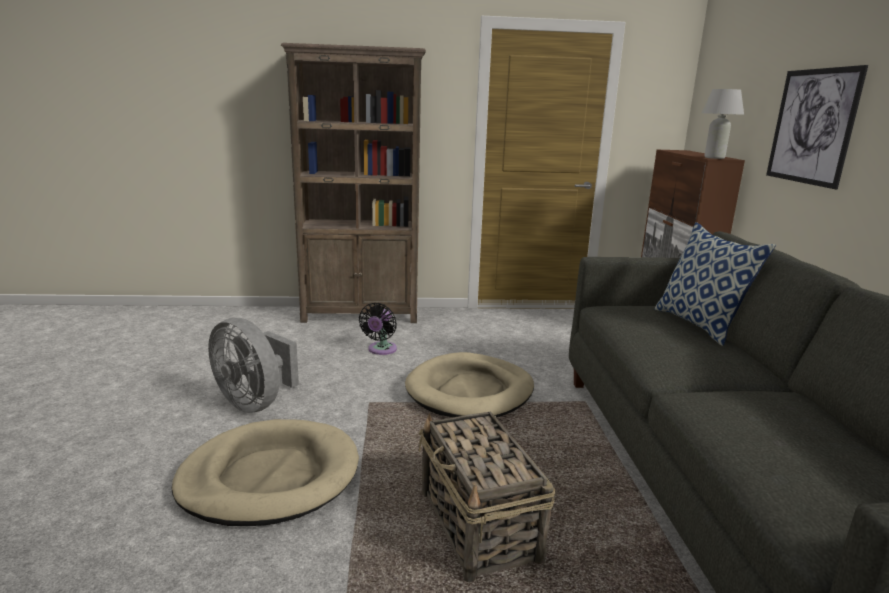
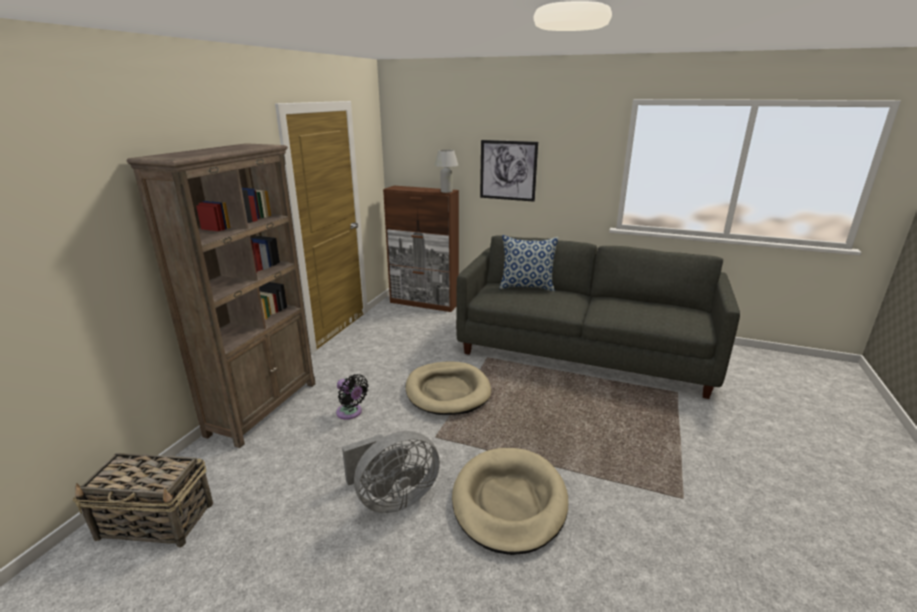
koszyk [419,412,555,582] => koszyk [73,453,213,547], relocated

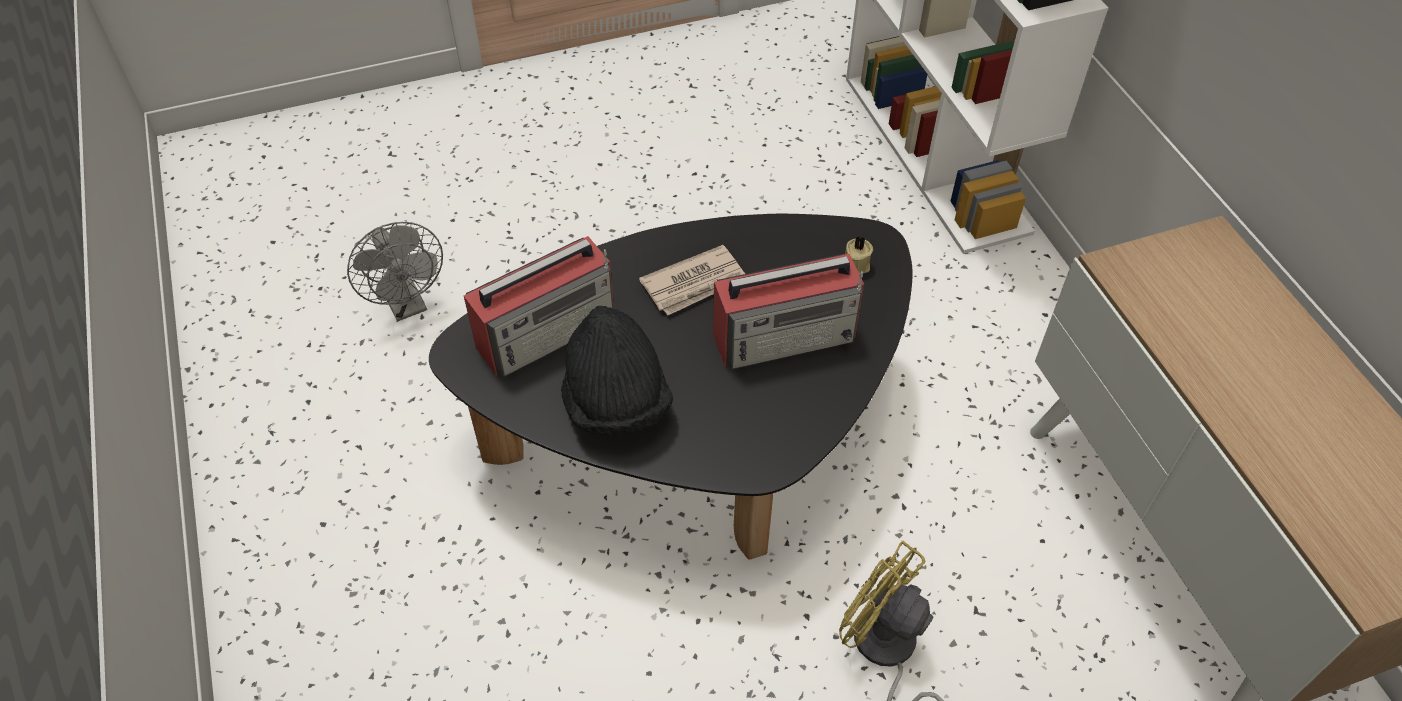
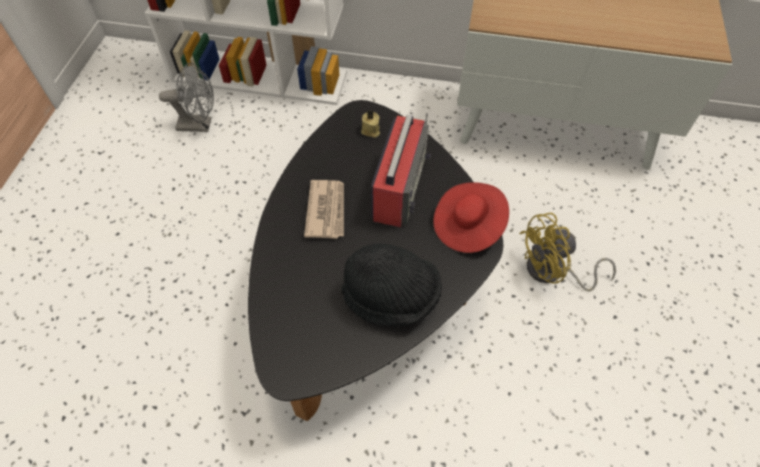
wentylator/szary [347,222,443,321] => wentylator/szary [159,63,214,132], relocated
nothing => kapelusz/czerwony [433,182,509,253]
radio [464,236,614,377] => nothing

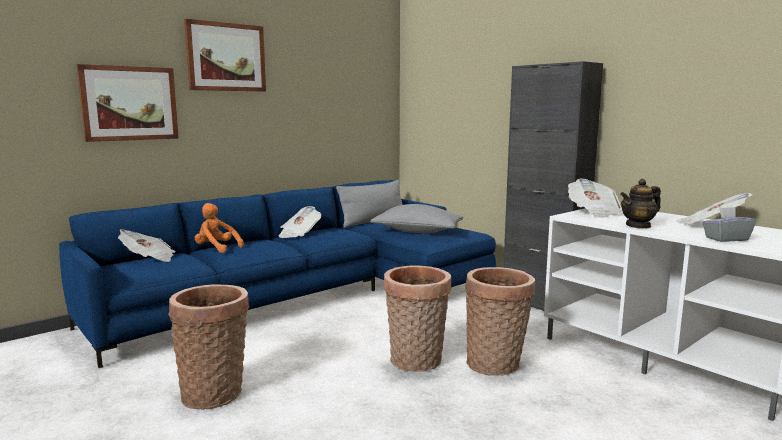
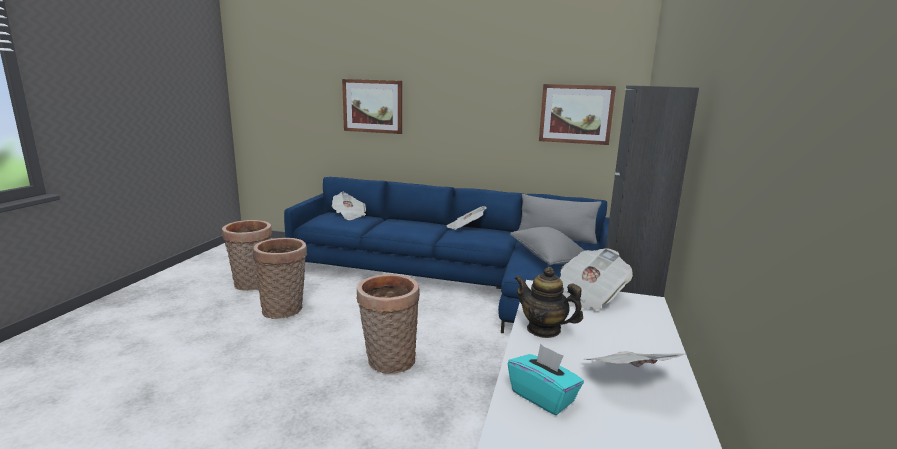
koszyk [465,267,535,376] => koszyk [222,220,272,291], relocated
pudełko chusteczek/szary [702,207,756,242] => pudełko chusteczek/turkusowy [508,344,584,415]
obraz [184,19,266,92] => obraz [539,84,616,145], relocated
pluszak/pomarańczowy [195,203,244,253] => nothing

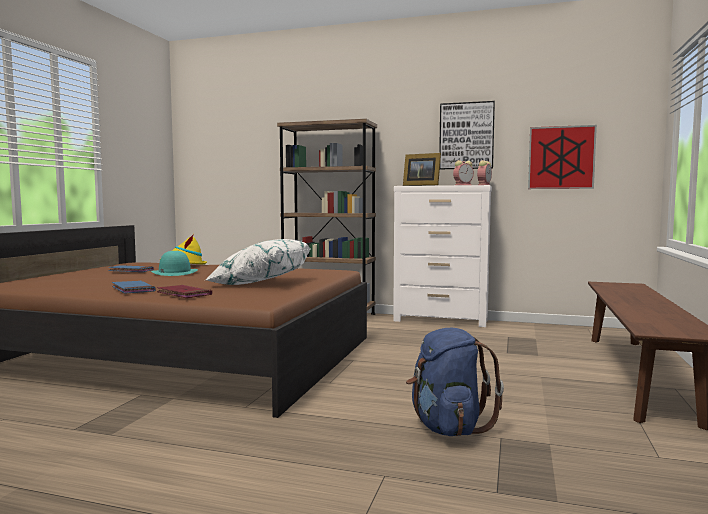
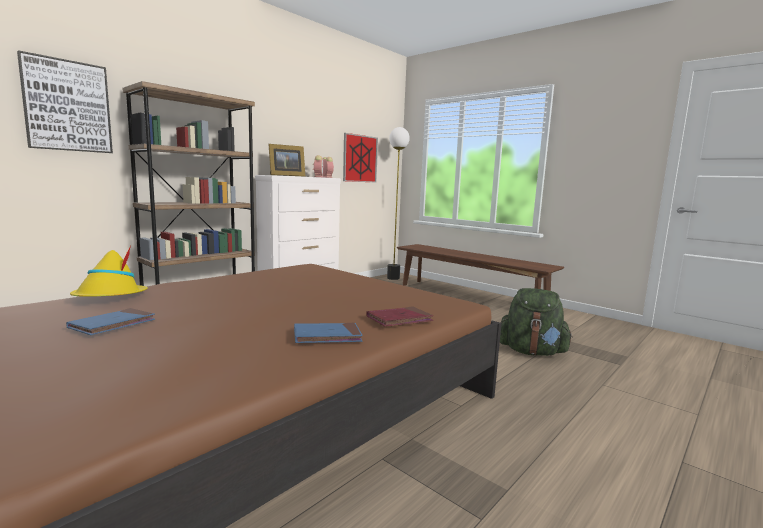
obraz [439,101,495,169] => obraz [17,50,113,153], relocated
nothing => lampa stojąca [387,127,410,280]
plecak/niebieski [406,328,504,436] => plecak/zielony [500,288,573,356]
kapelusz/turkusowy [151,251,198,276] => nothing
poduszka/biały [206,239,310,285] => nothing

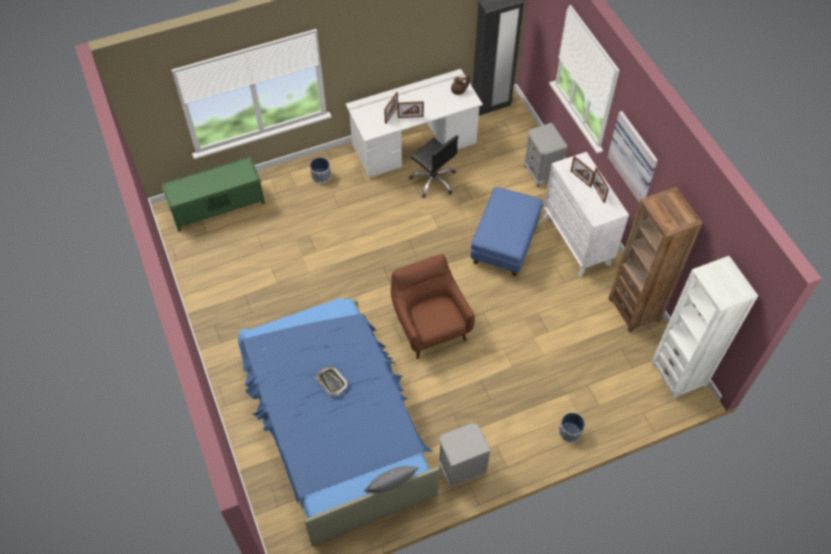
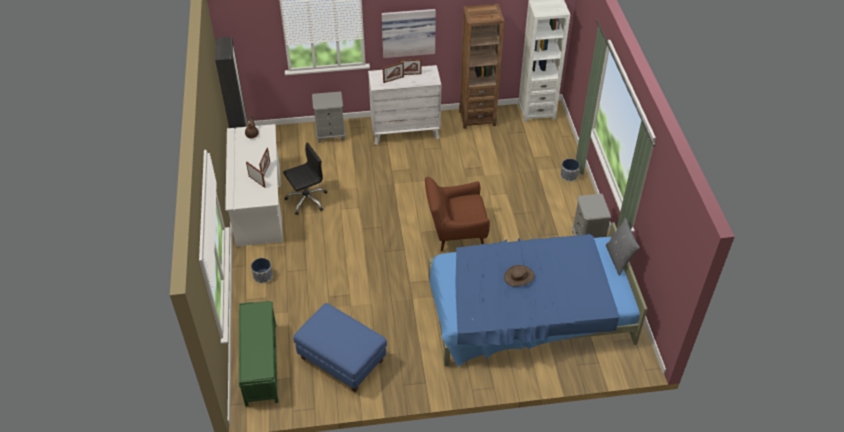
pufa/niebieski [471,187,543,276] => pufa/niebieski [293,303,387,392], relocated
taca [315,366,349,396] => kapelusz/brązowy [504,265,535,286]

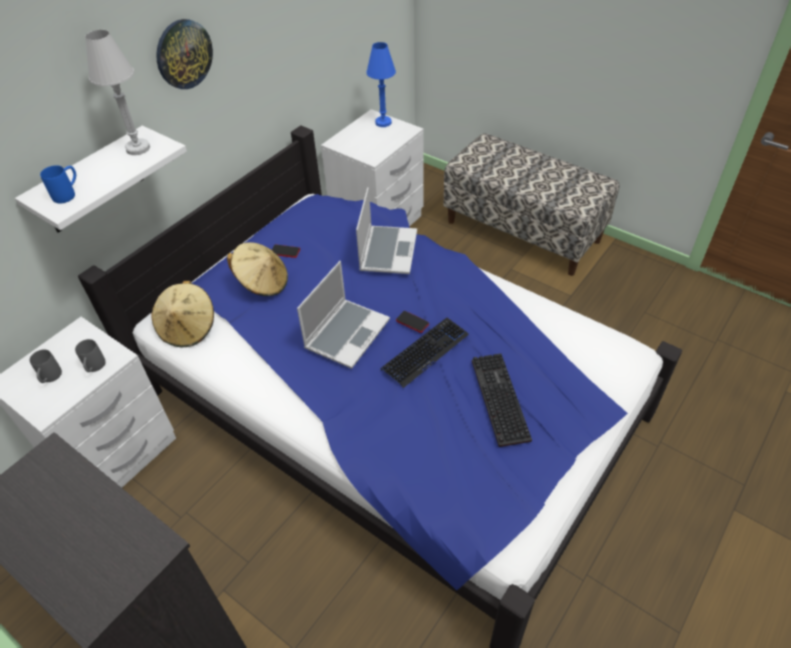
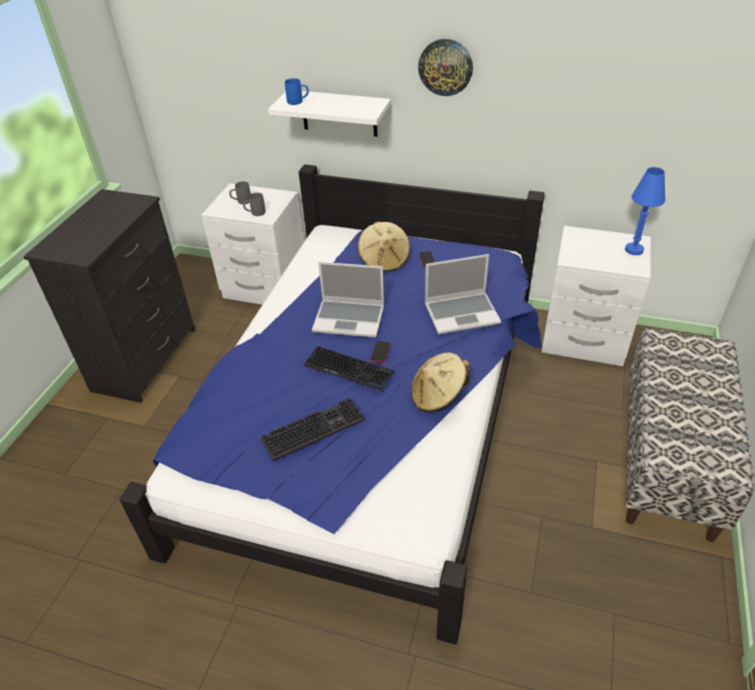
kapelusz/beżowy [151,281,214,347] => kapelusz/beżowy [411,353,470,412], relocated
lampa stołowa/biały [85,30,150,155] => nothing

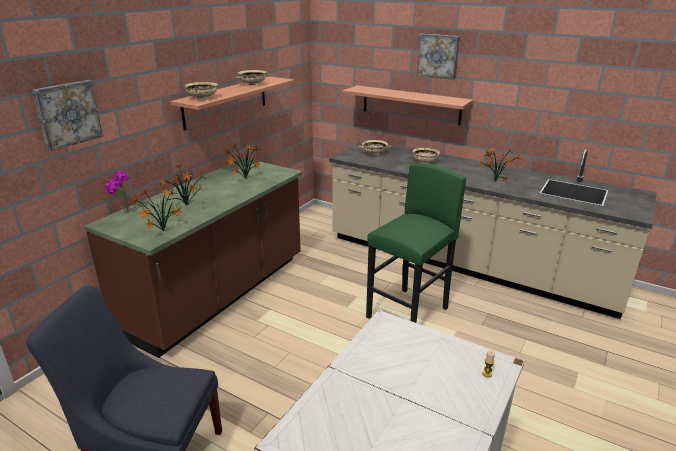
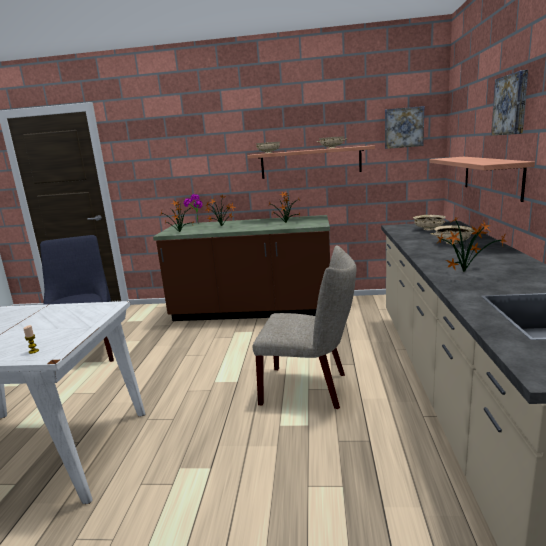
stołek/zielony [366,163,466,323] => krzesło/beżowy [253,246,356,409]
obraz [32,80,103,151] => obraz [385,106,424,149], relocated

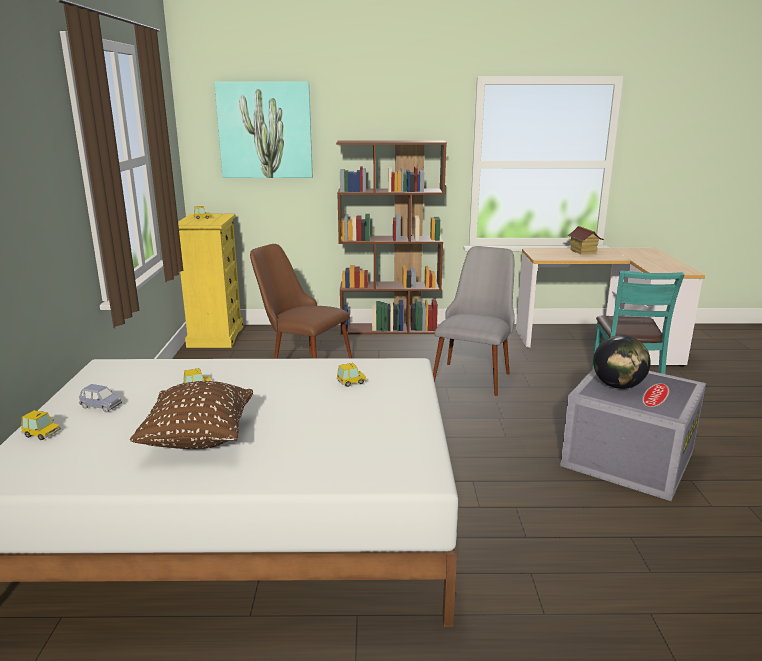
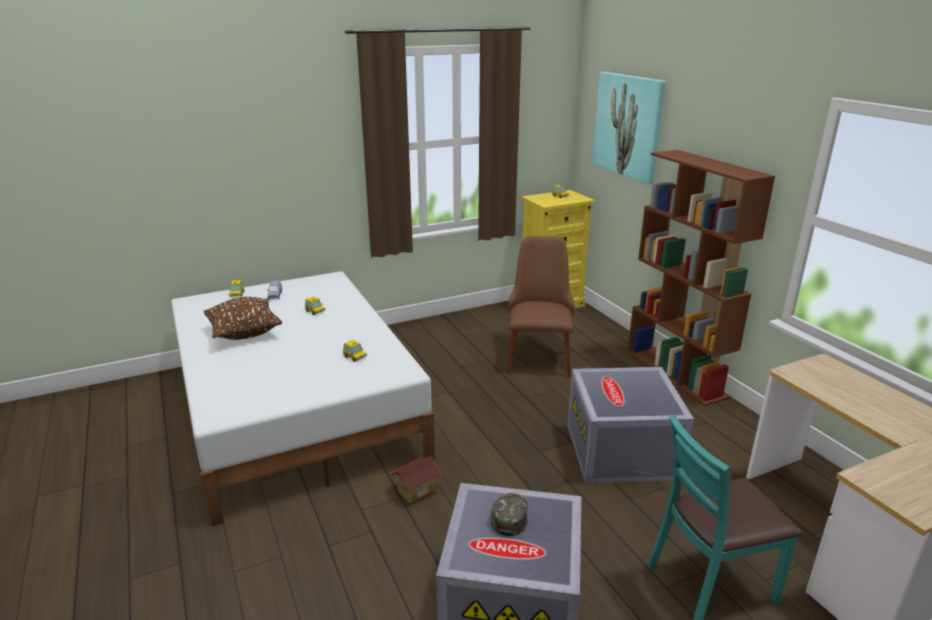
domek [567,226,604,255] => domek [389,456,443,503], relocated
globus [593,335,651,389] => czapka z daszkiem/zielony [491,493,528,536]
krzesło/szary [433,246,515,396] => pojemnik do przechowywania/szary [568,367,694,484]

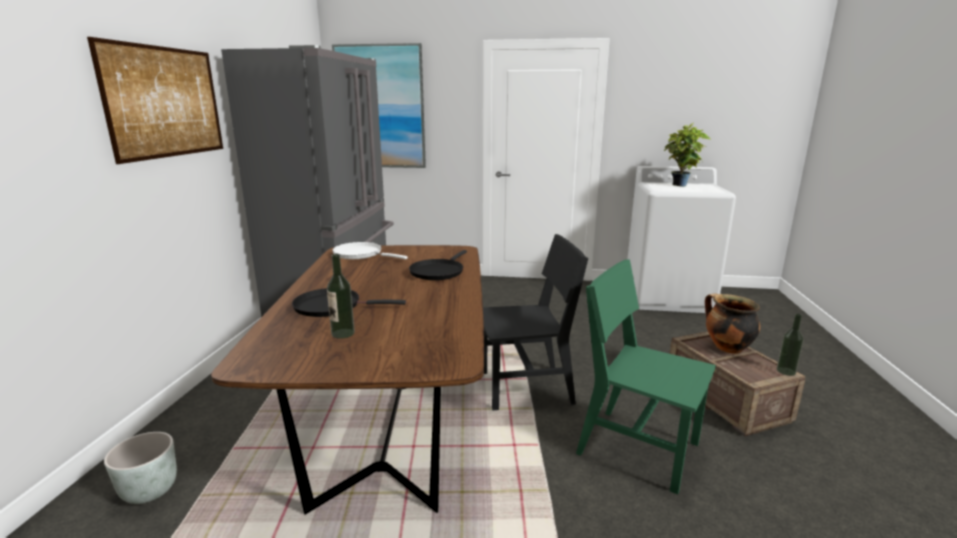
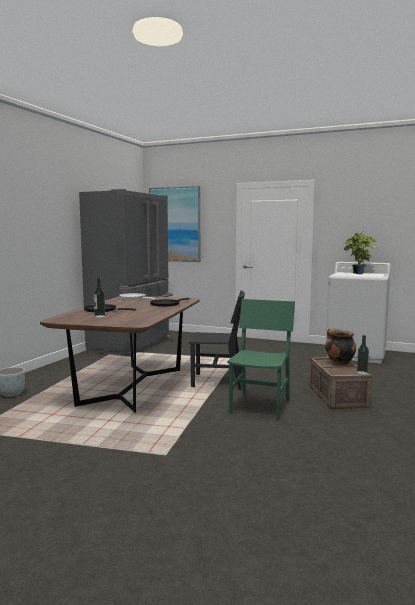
krzesło/zielony [576,259,716,495] => krzesło/zielony [227,299,295,421], 60 degrees clockwise
obraz [87,37,223,164] => nothing

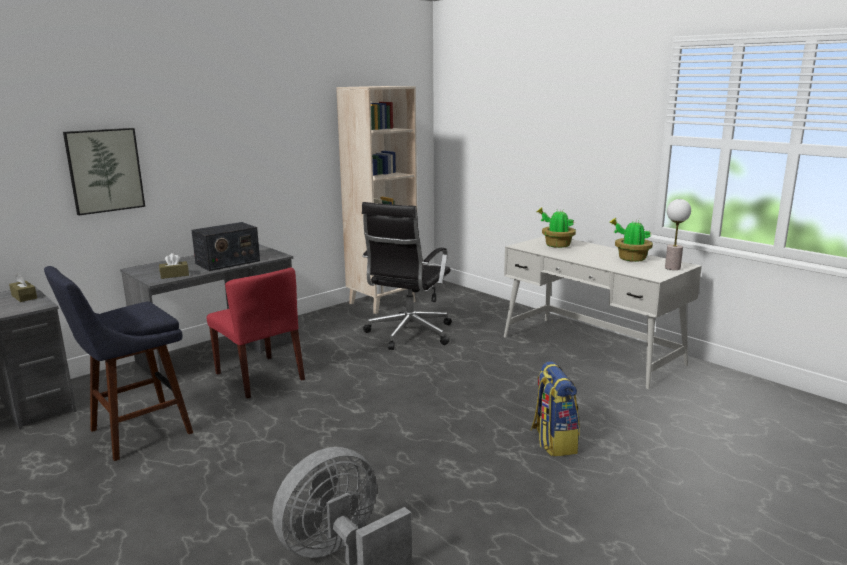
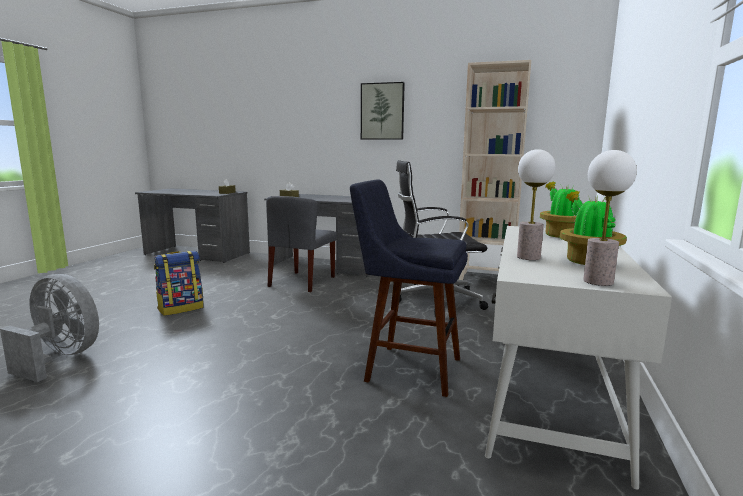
plecak [531,361,580,456] => plecak [154,251,204,316], relocated
krzesło/czerwony [207,268,305,399] => krzesło/szary [266,196,337,292]
stołek/niebieski [44,266,193,461] => stołek/niebieski [350,179,468,397], relocated
obraz [63,128,145,215] => obraz [361,82,405,140], relocated
nothing => lampa stołowa [517,149,555,260]
radio [191,222,260,271] => nothing

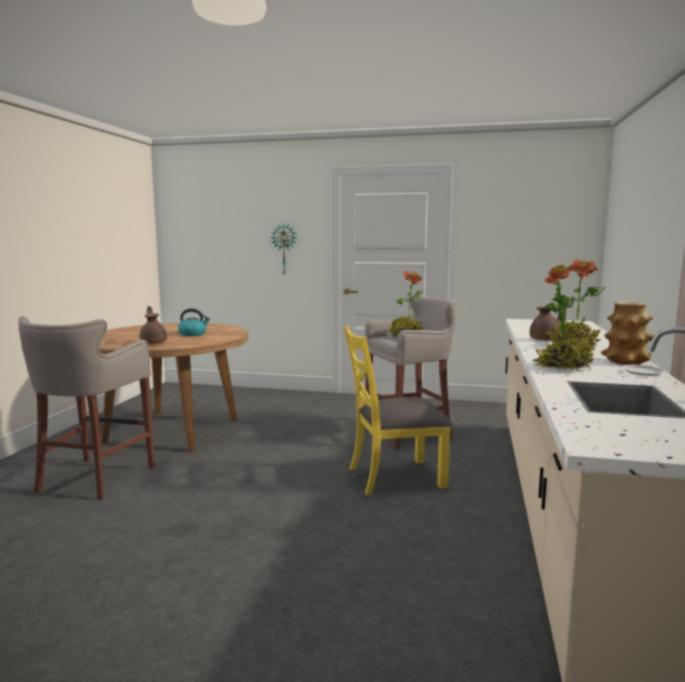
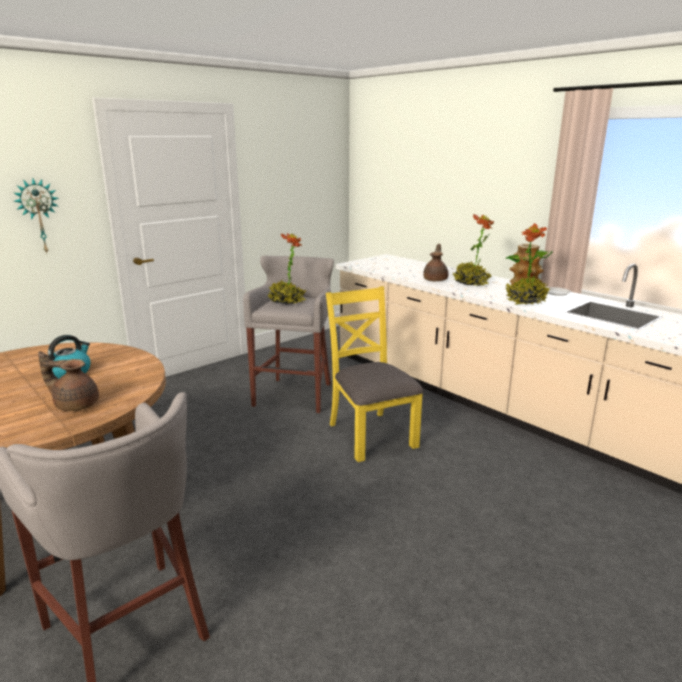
krzesło/żółty [344,326,452,495] => krzesło/żółty [326,286,424,462], 135 degrees clockwise

